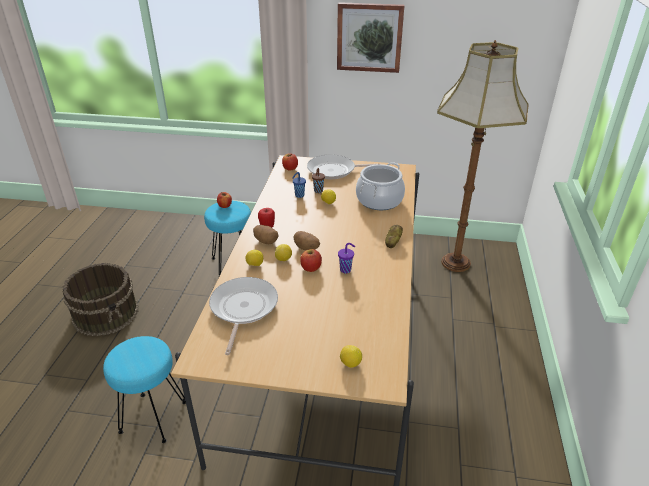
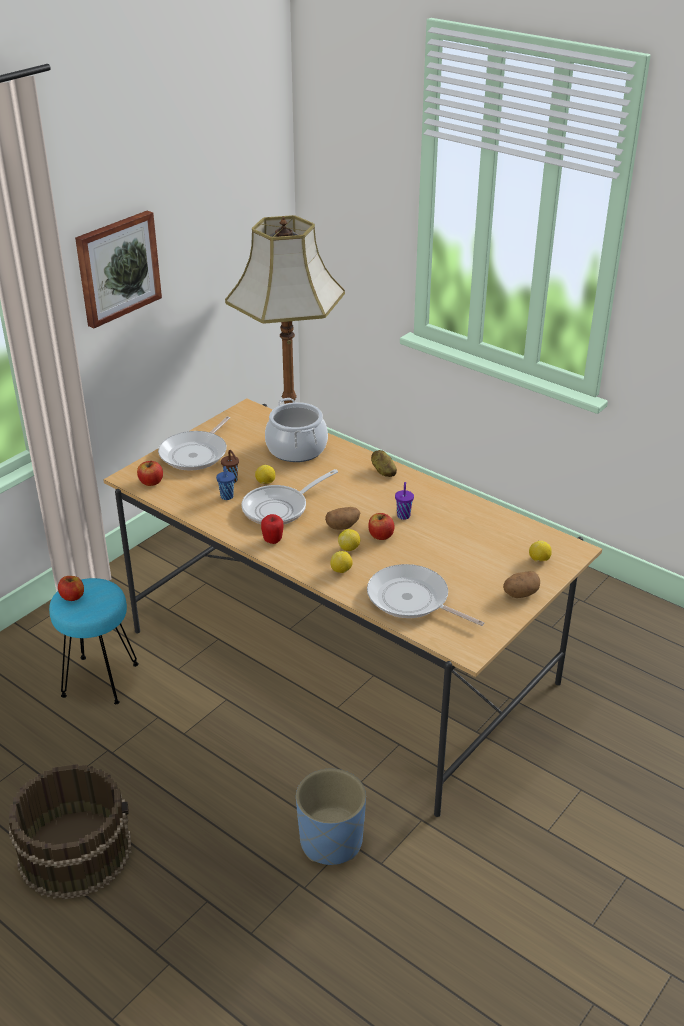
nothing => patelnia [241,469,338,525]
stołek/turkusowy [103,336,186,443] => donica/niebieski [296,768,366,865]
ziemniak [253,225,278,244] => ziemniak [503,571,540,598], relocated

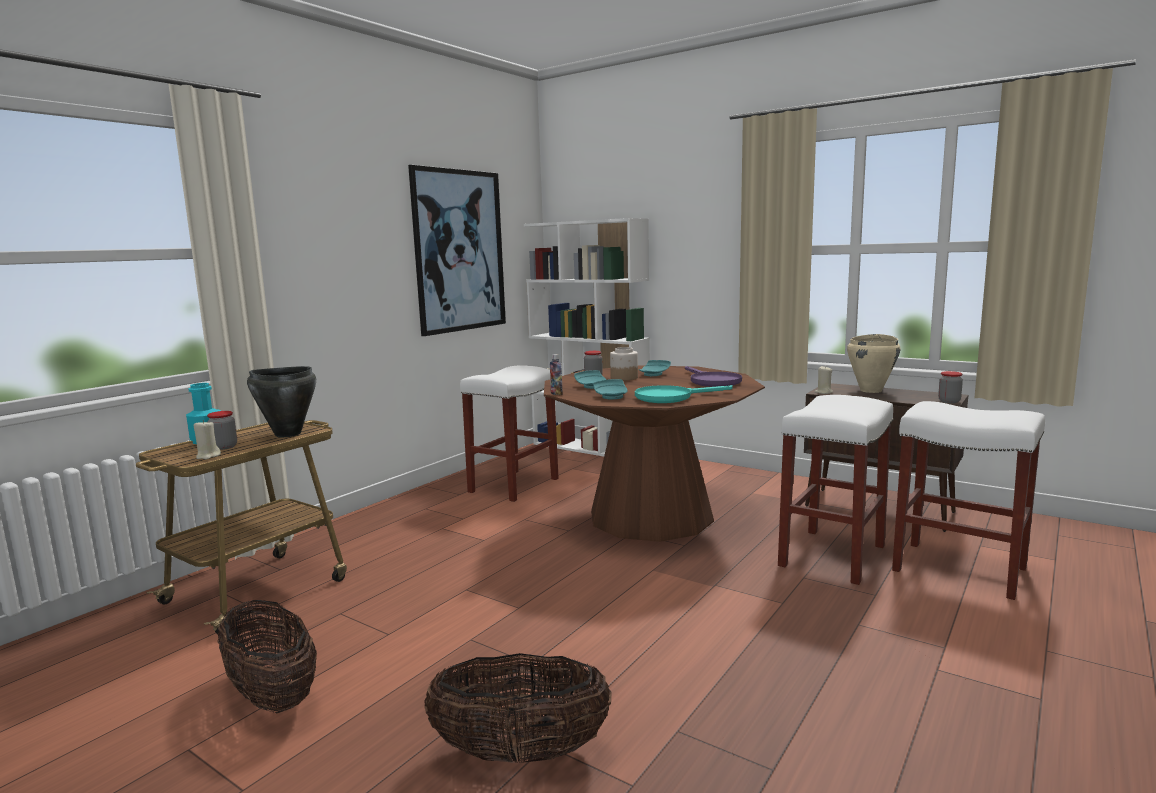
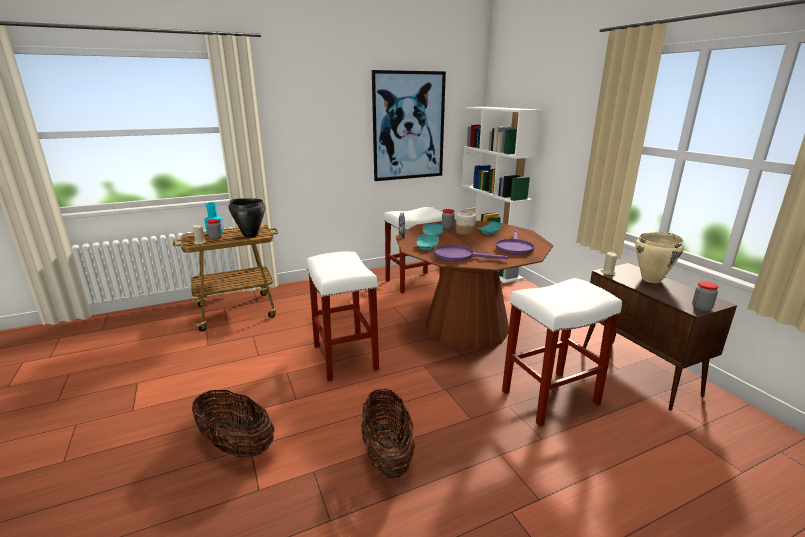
stołek/biały [892,401,1045,600] => stołek/biały [307,252,379,381], relocated
koszyk [218,600,317,713] => koszyk [361,389,415,478], relocated
patelnia/turkusowy [635,385,733,403] => patelnia/fioletowy [434,245,509,262]

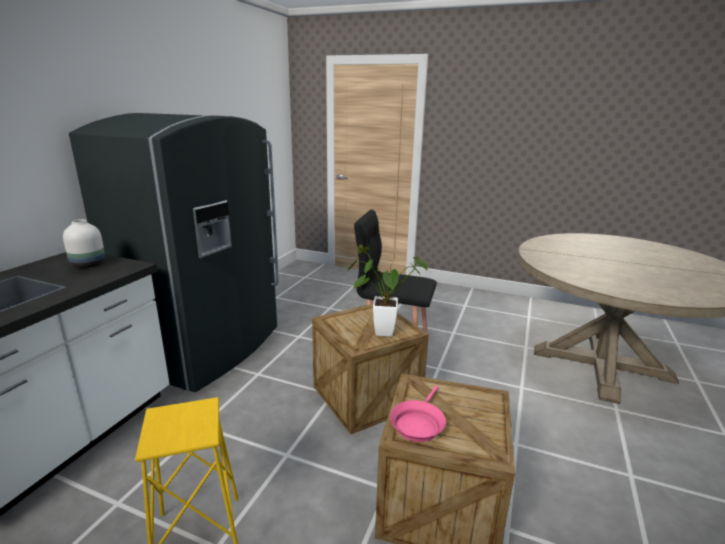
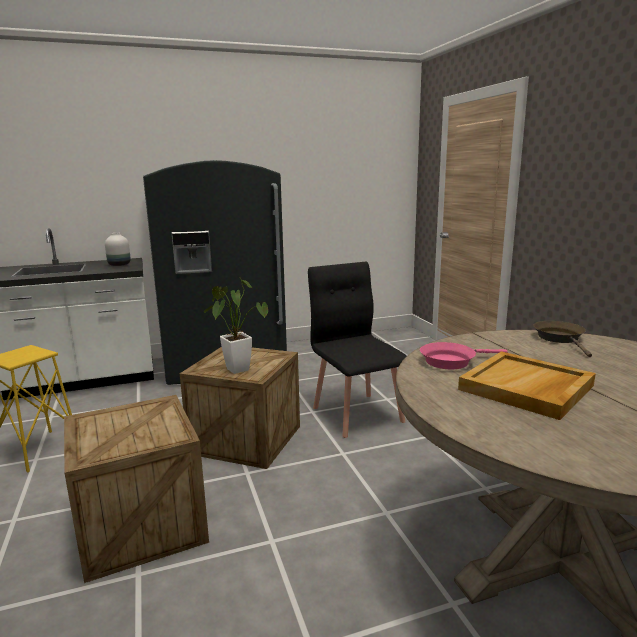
patelnia/różowy [390,385,446,442] => patelnia/różowy [420,342,508,369], relocated
nothing => taca/beżowy [458,351,596,420]
nothing => patelnia/brązowy [533,321,592,357]

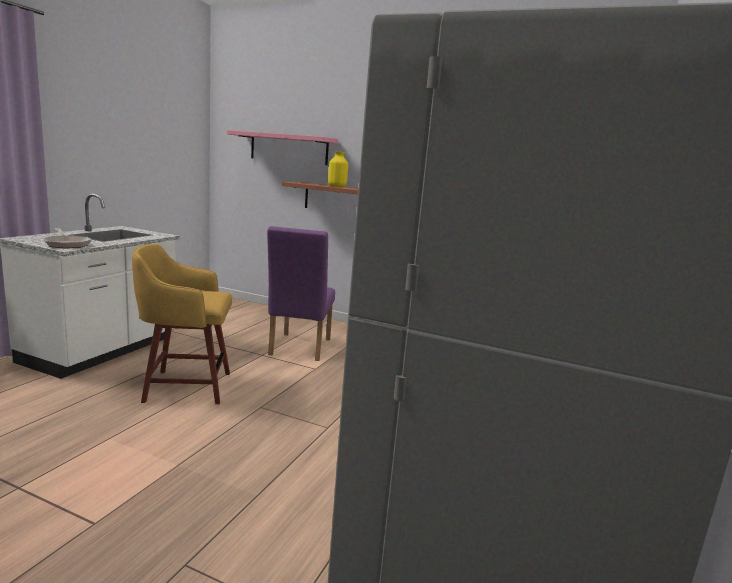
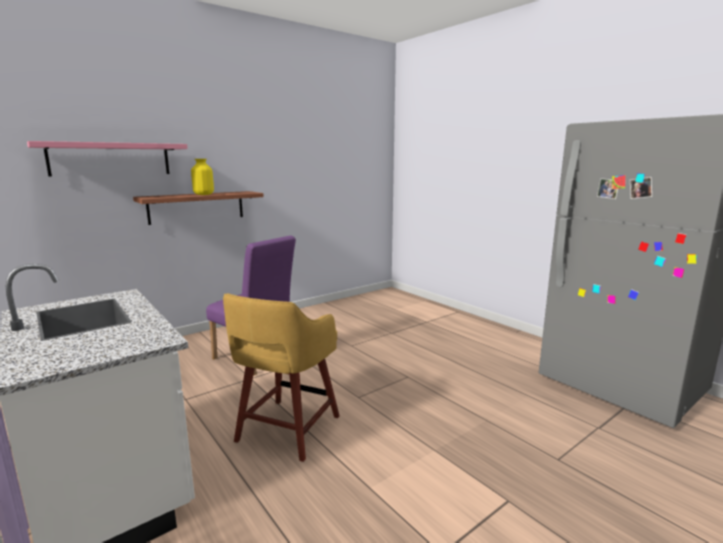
patelnia [43,228,92,249] => nothing

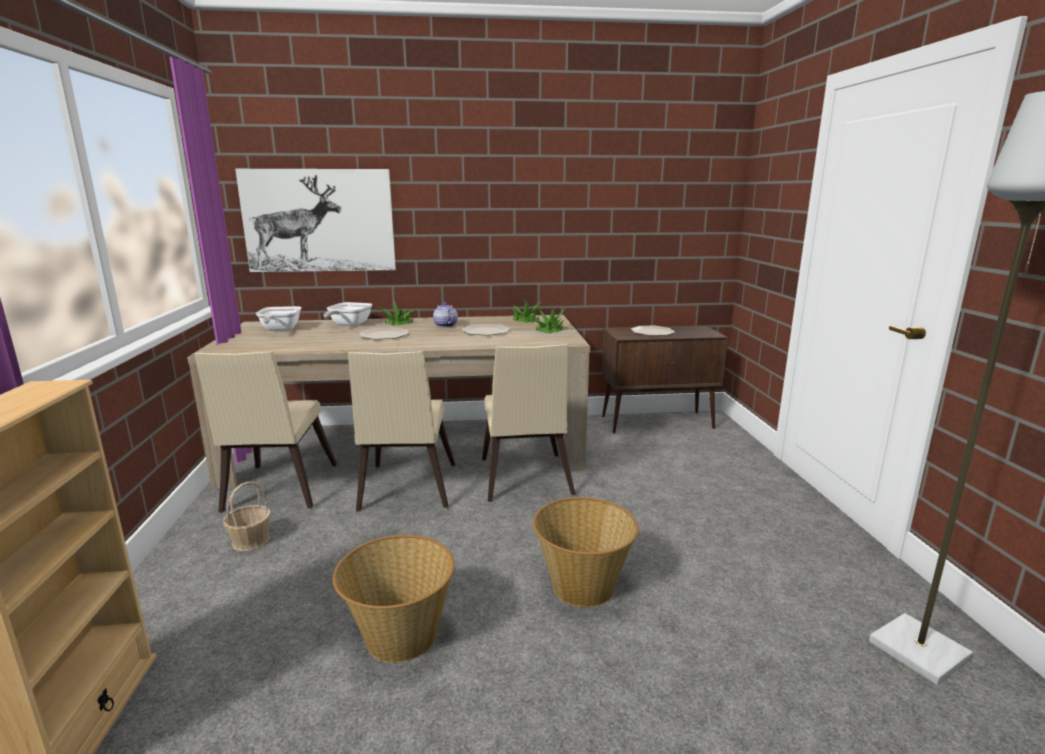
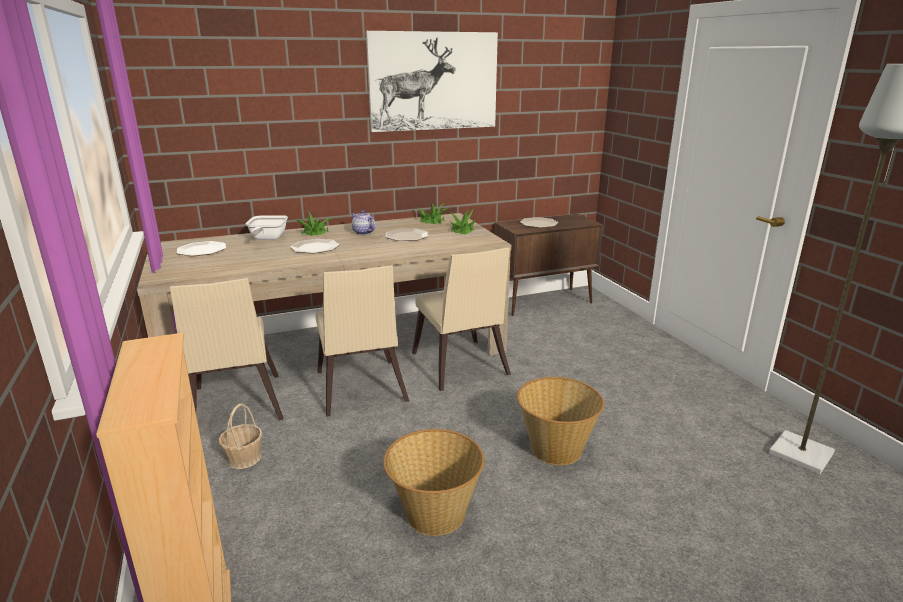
patelnia [256,306,301,331] => talerz [177,241,226,256]
obraz [235,169,396,272] => obraz [366,31,498,132], relocated

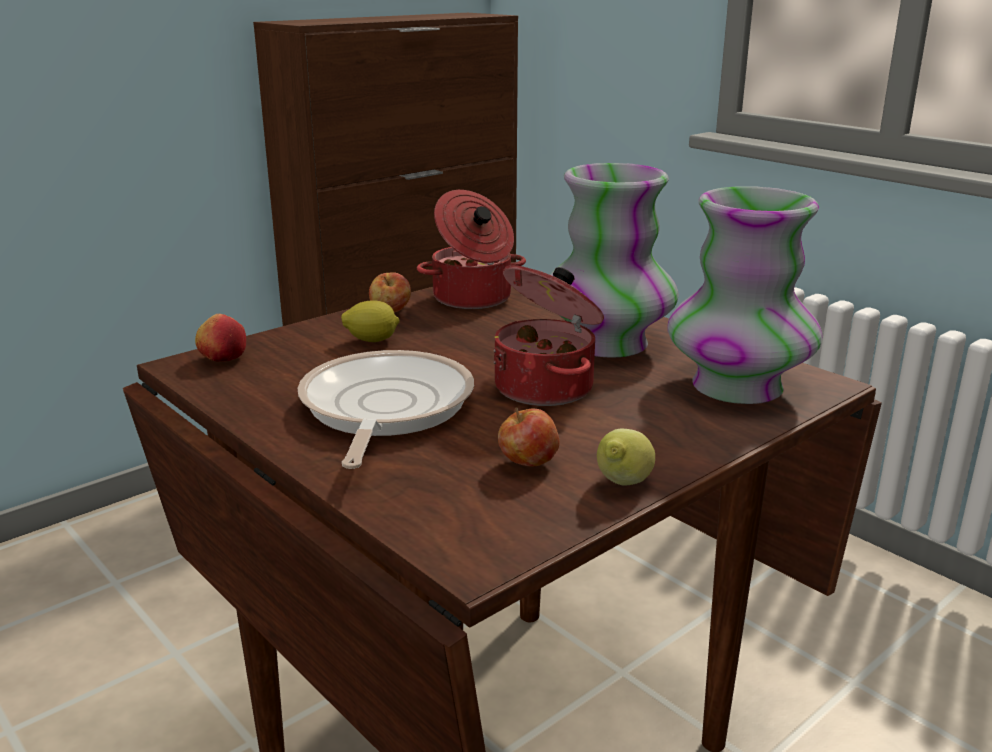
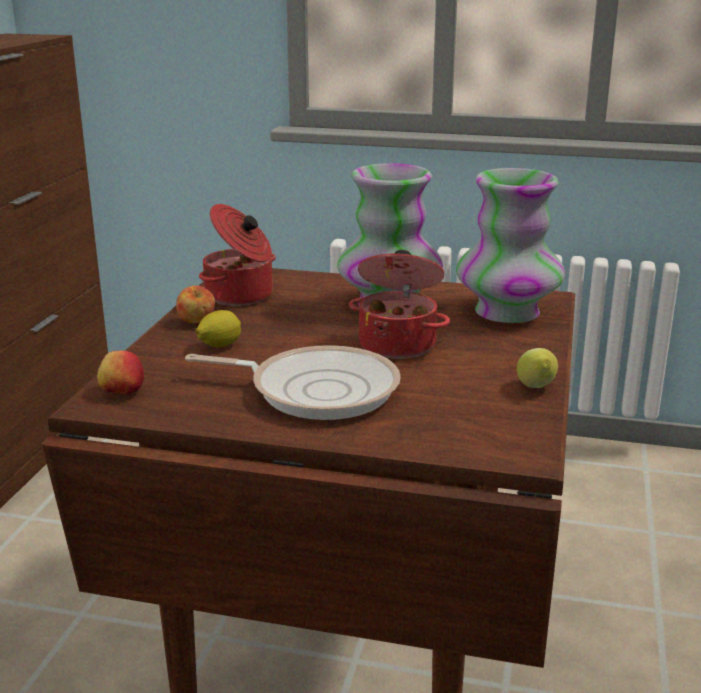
patelnia [298,350,474,469] => patelnia [185,345,401,420], 135 degrees clockwise
jabłko [498,408,560,467] => nothing

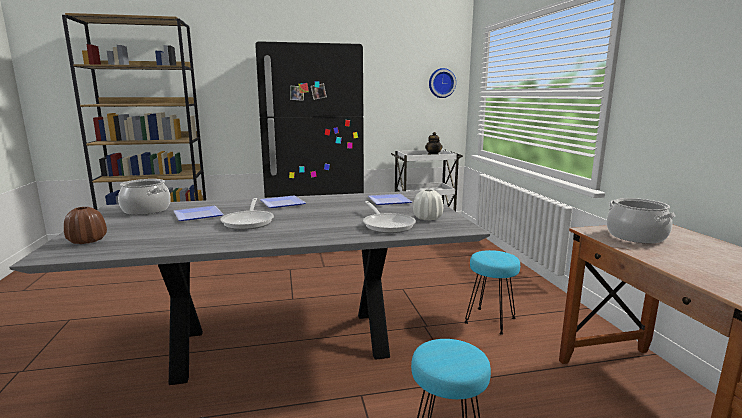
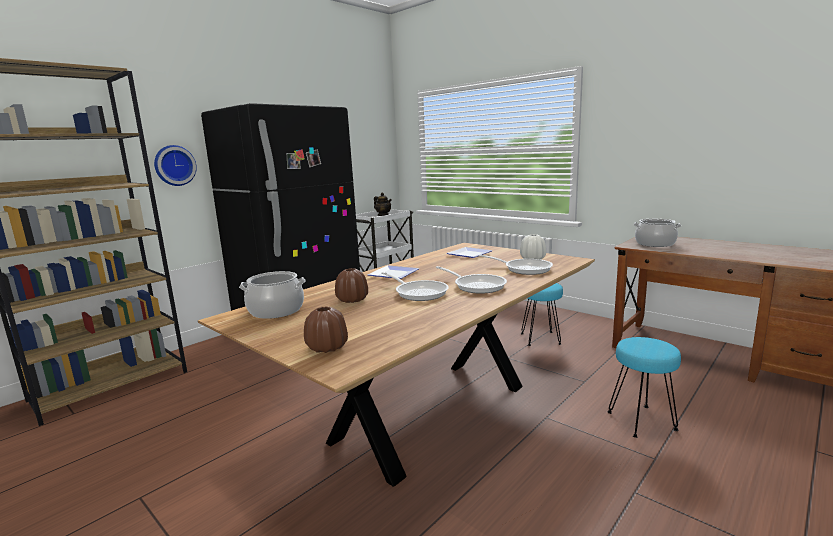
zegar ścienny [429,68,456,98] => zegar ścienny [154,145,197,186], relocated
stół jadalny/szary [9,190,490,385] => stół jadalny/brązowy [198,243,595,487]
talerz [174,206,224,221] => wazon/brązowy [335,268,368,303]
nothing => patelnia [436,266,507,294]

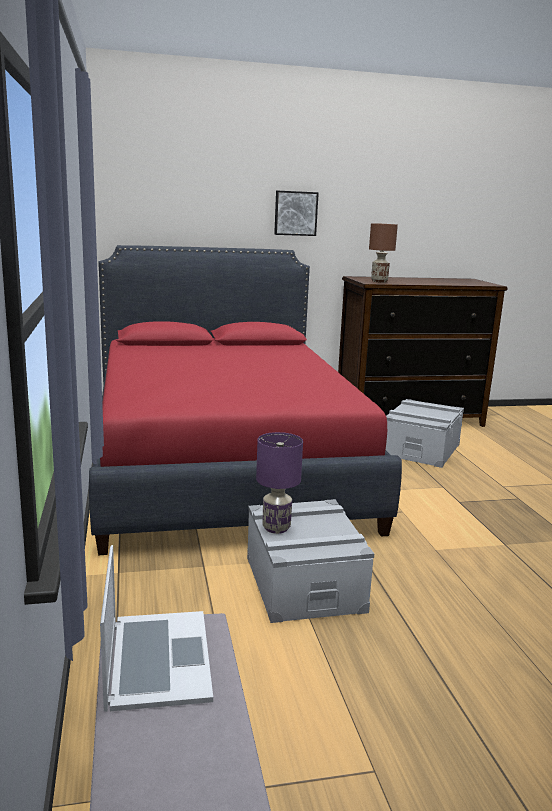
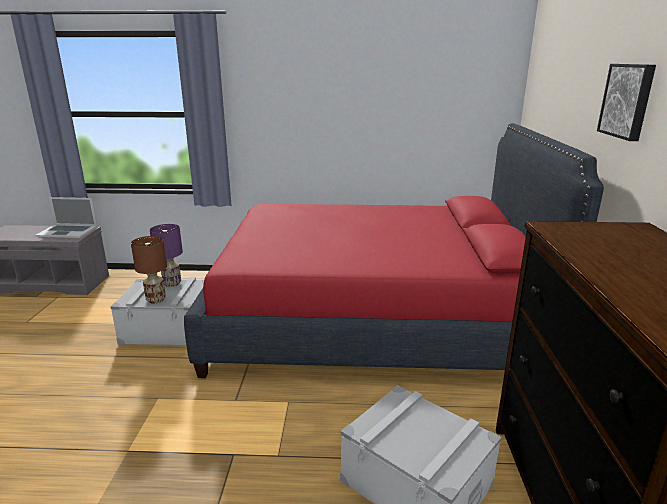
lampa stołowa/brązowy [369,223,398,282] => lampa stołowa/brązowy [131,236,167,304], relocated

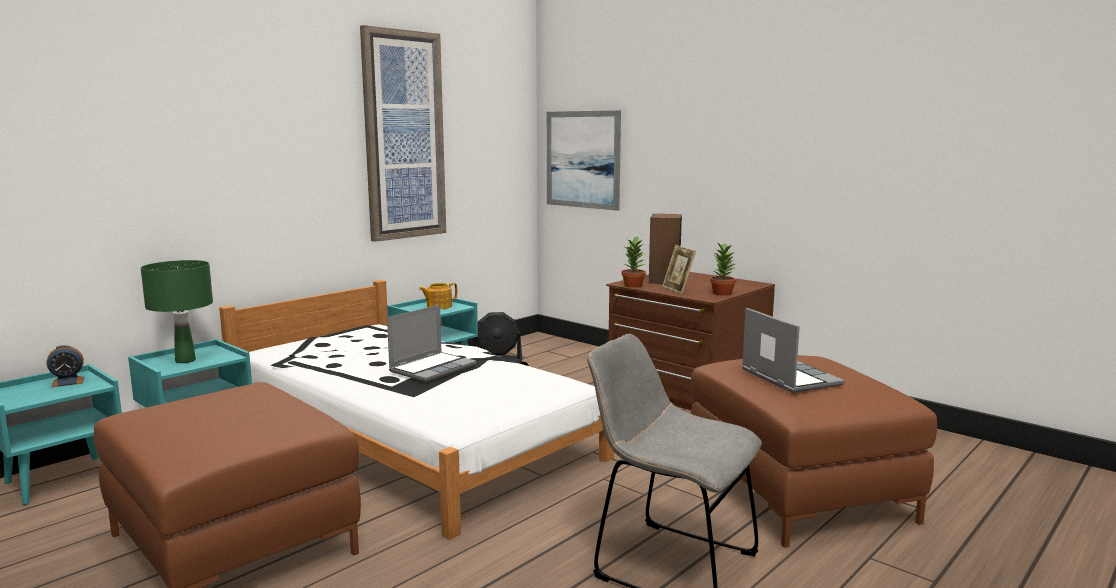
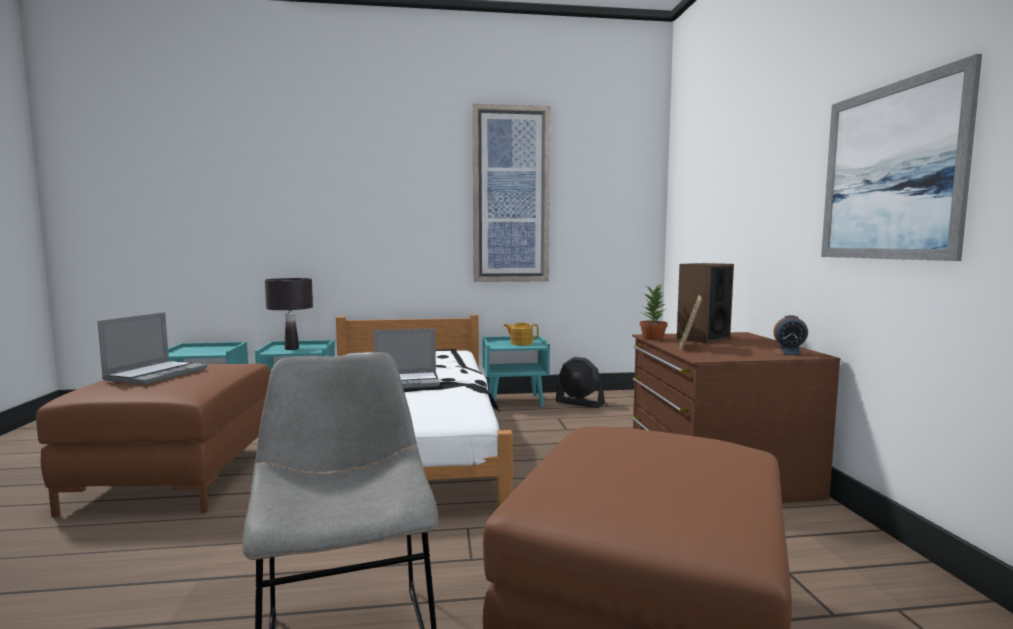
laptop [742,308,845,393] => laptop [97,312,207,385], relocated
lampa stołowa/zielony [141,260,213,363] => lampa stołowa/czarny [265,278,313,350]
budzik [46,345,84,387] => budzik [773,315,808,356], relocated
obraz [547,110,621,211] => obraz [821,54,982,261], relocated
roślina doniczkowa [710,243,737,296] => nothing

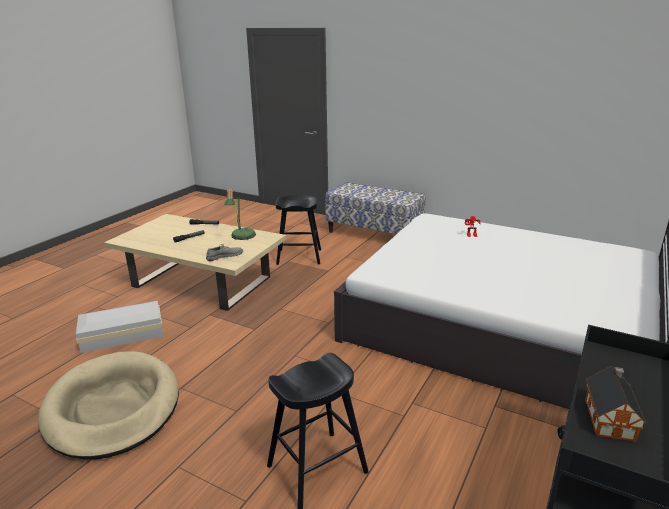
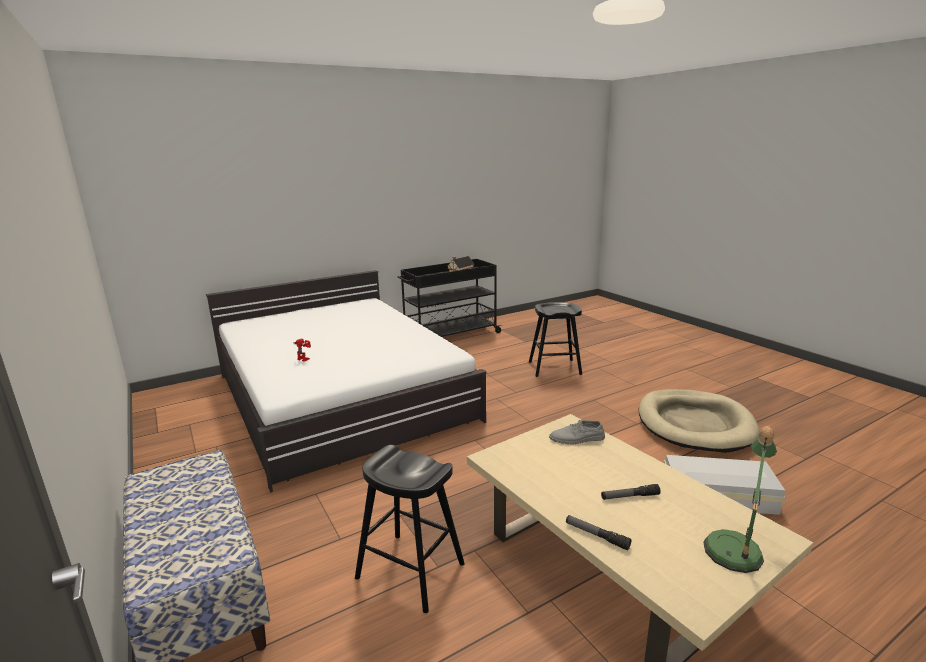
lampa stołowa [224,189,256,240] => lampa stołowa [704,426,777,573], relocated

